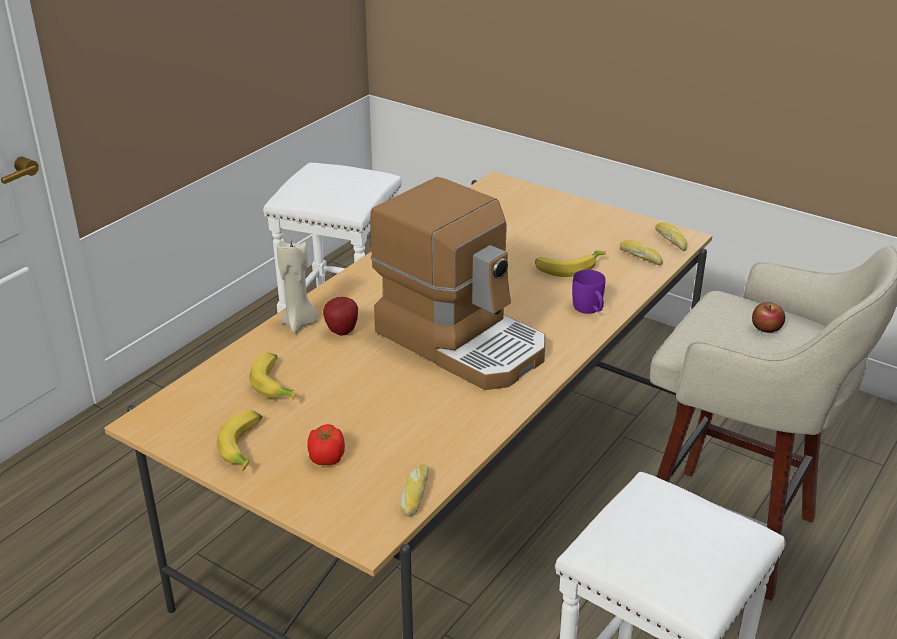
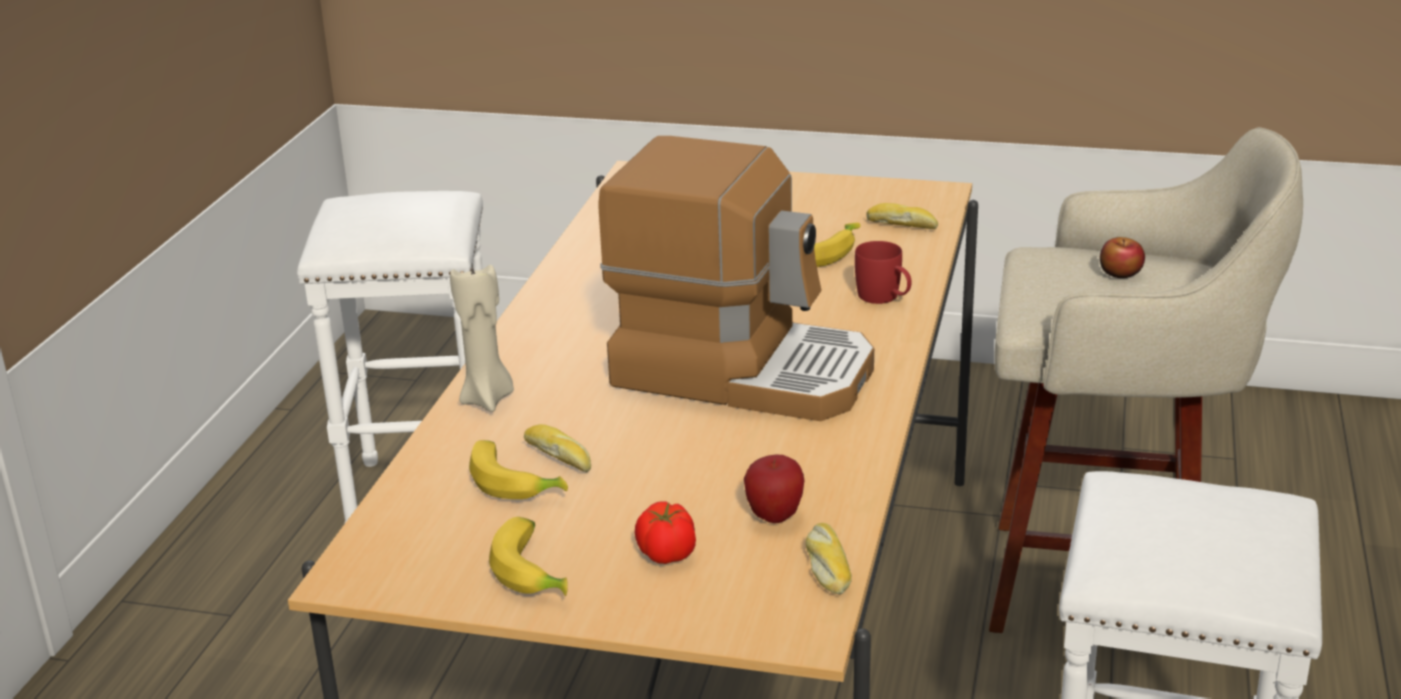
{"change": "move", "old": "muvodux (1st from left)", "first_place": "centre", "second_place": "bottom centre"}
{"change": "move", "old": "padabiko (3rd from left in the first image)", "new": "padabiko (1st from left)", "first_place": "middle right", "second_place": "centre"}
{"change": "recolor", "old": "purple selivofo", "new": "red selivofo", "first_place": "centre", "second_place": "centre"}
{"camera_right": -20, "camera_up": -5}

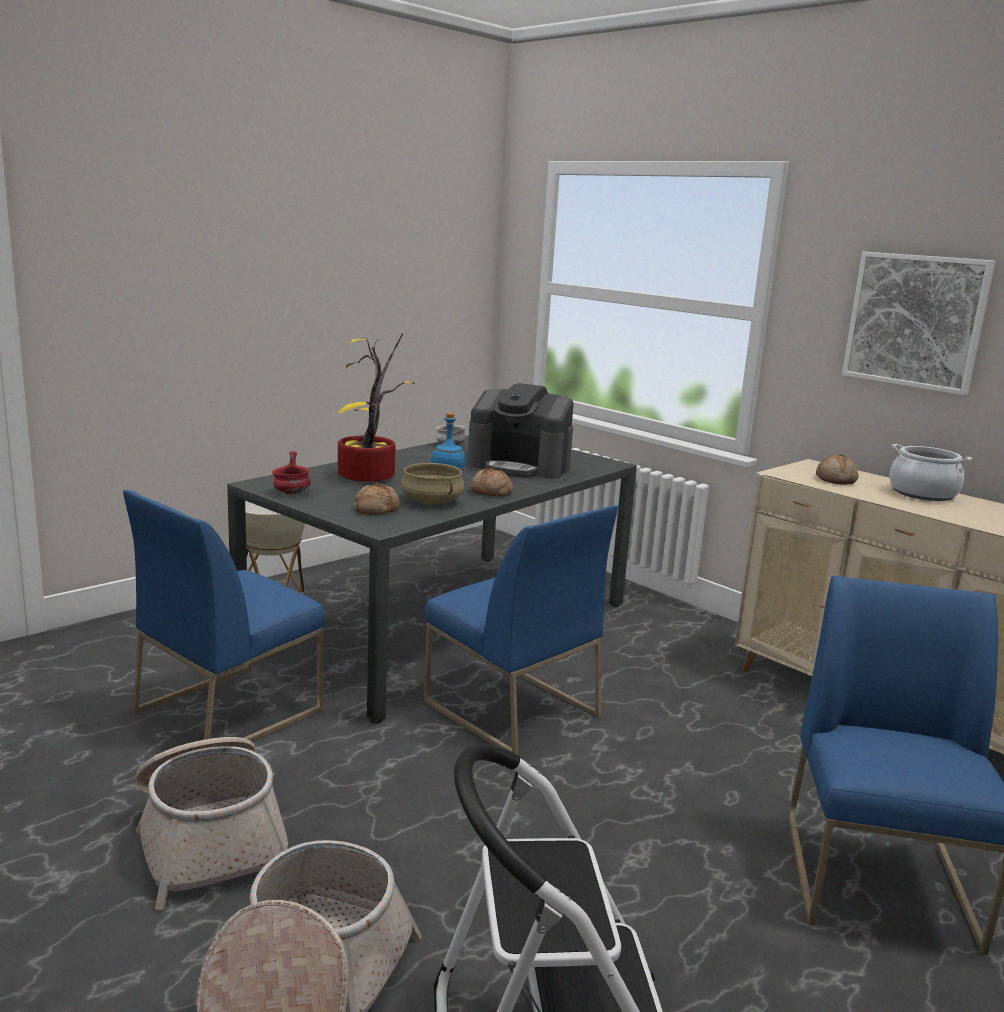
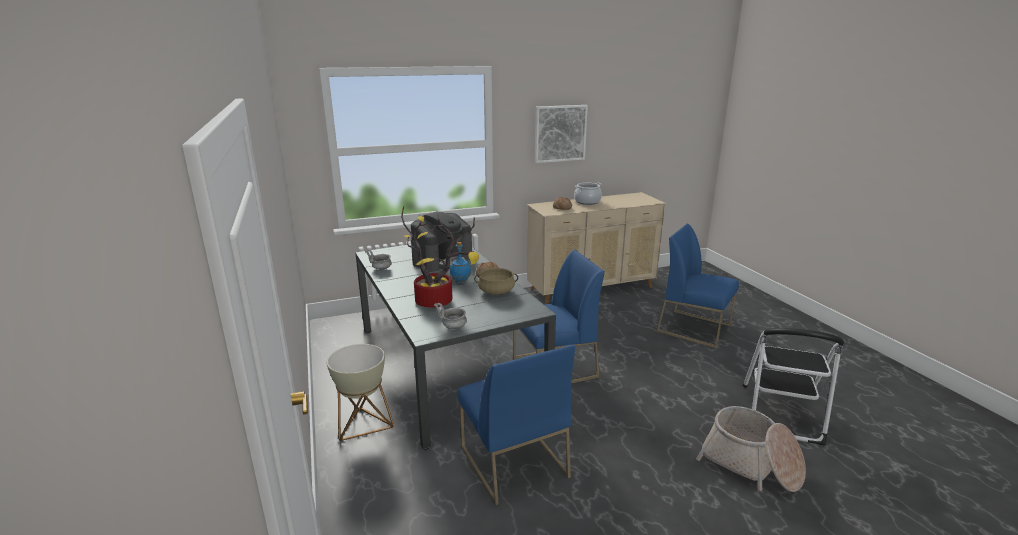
{"change": "delete", "old": "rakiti (1st from left)", "first_place": "bottom left"}
{"change": "delete", "old": "padabiko (1st from left)", "first_place": "centre"}
{"change": "recolor", "old": "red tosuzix", "new": "grey tosuzix (2nd from left)", "first_place": "middle left", "second_place": "centre"}
{"camera_right": -65, "camera_up": 5}

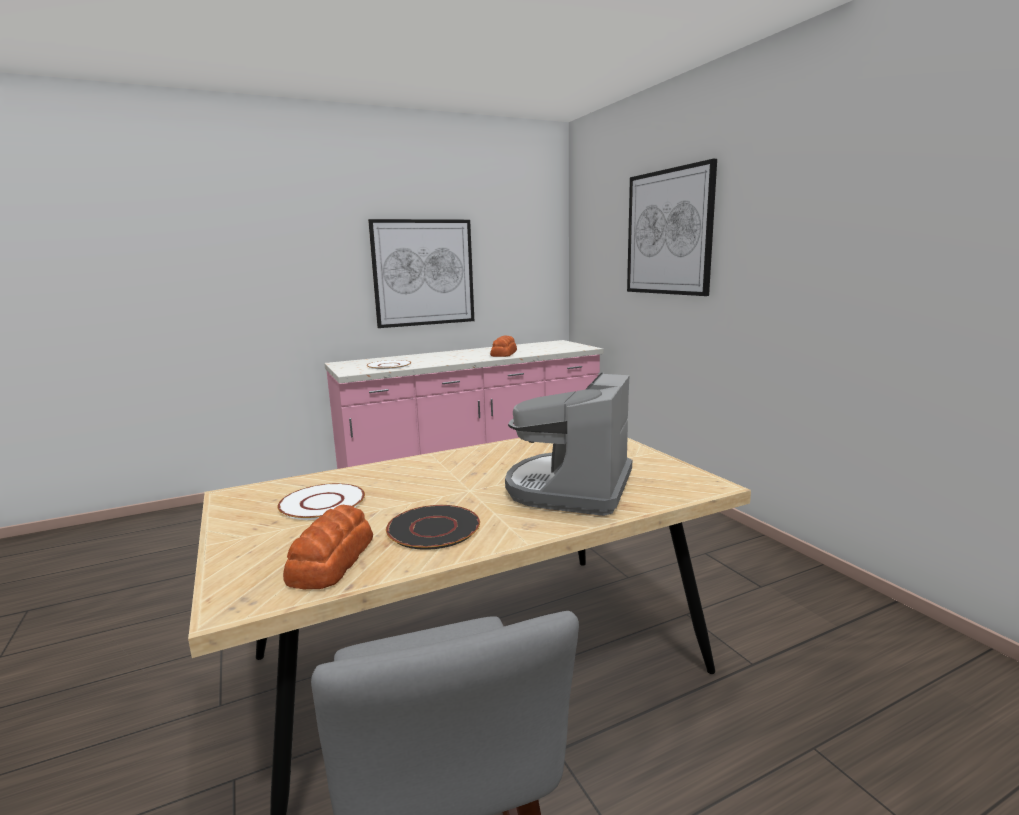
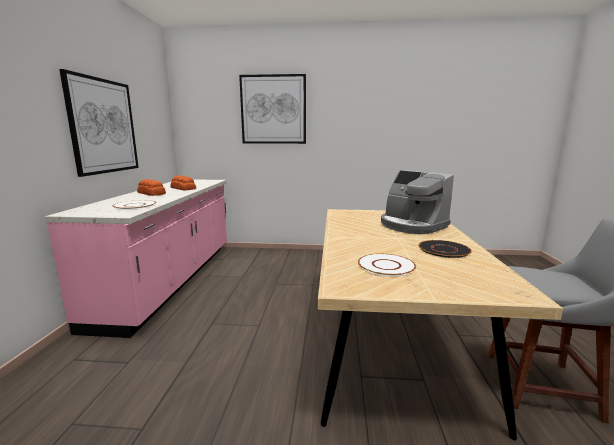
{"change": "move", "old": "padabiko (1st from left)", "first_place": "bottom left", "second_place": "middle left"}
{"camera_right": -60, "camera_up": 0}

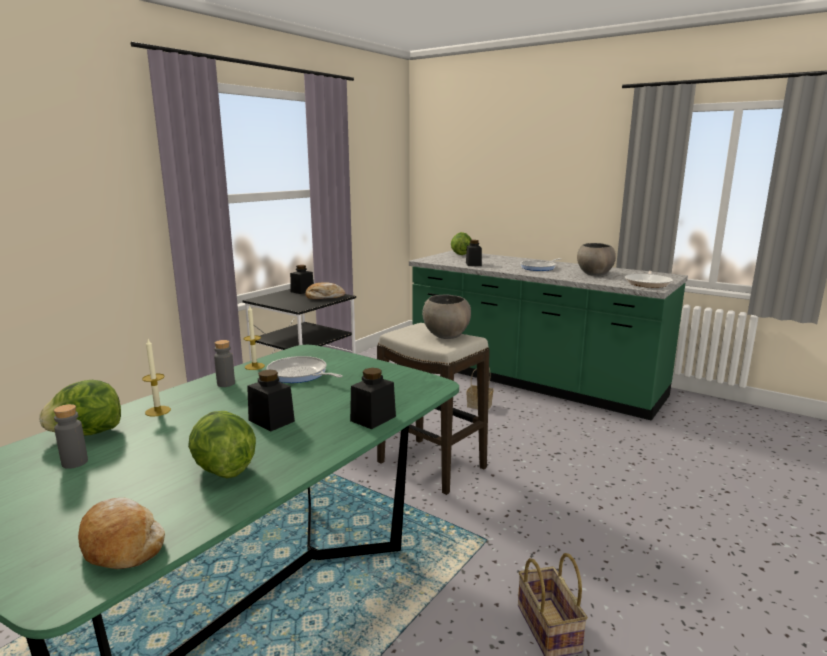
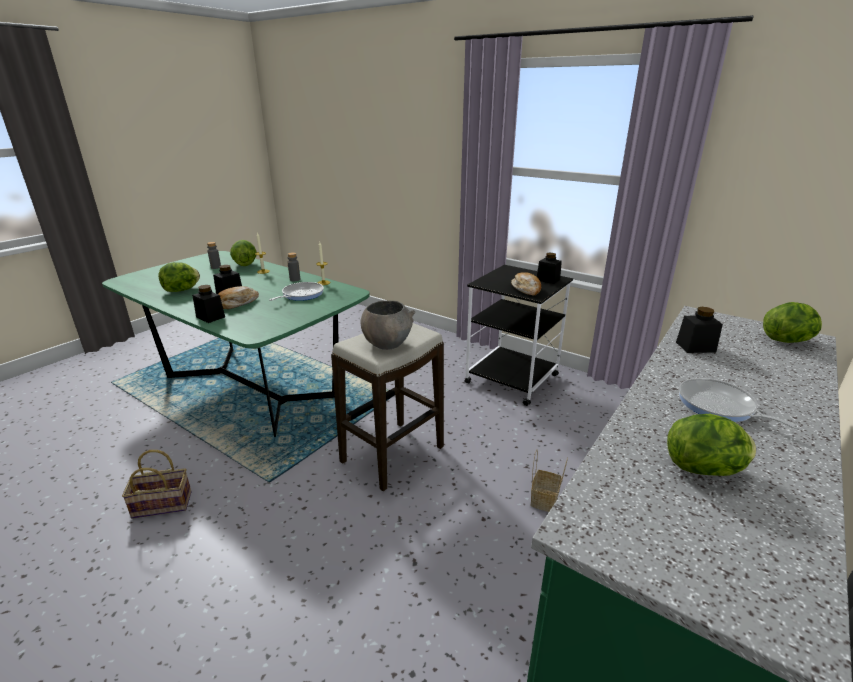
{"change": "delete", "old": "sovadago (3rd from left)", "first_place": "middle right"}
{"change": "move", "old": "padabiko (1st from left)", "first_place": "bottom left", "second_place": "middle left"}
{"change": "replace", "old": "grey tosuzix (2nd from left)", "new": "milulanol (3rd from left)", "first_place": "middle right", "second_place": "middle right"}
{"camera_right": 90, "camera_up": 10}

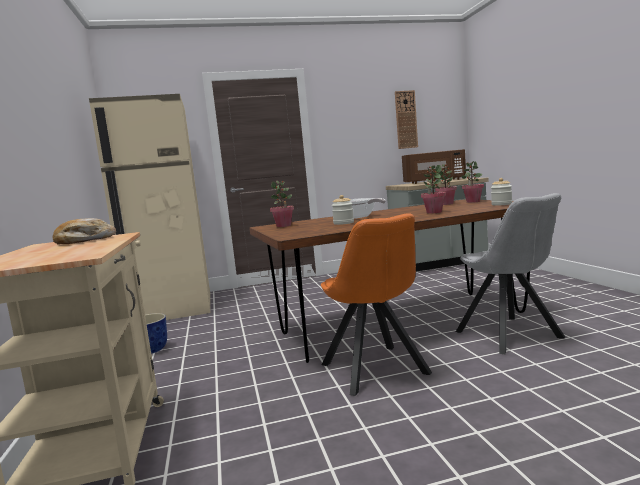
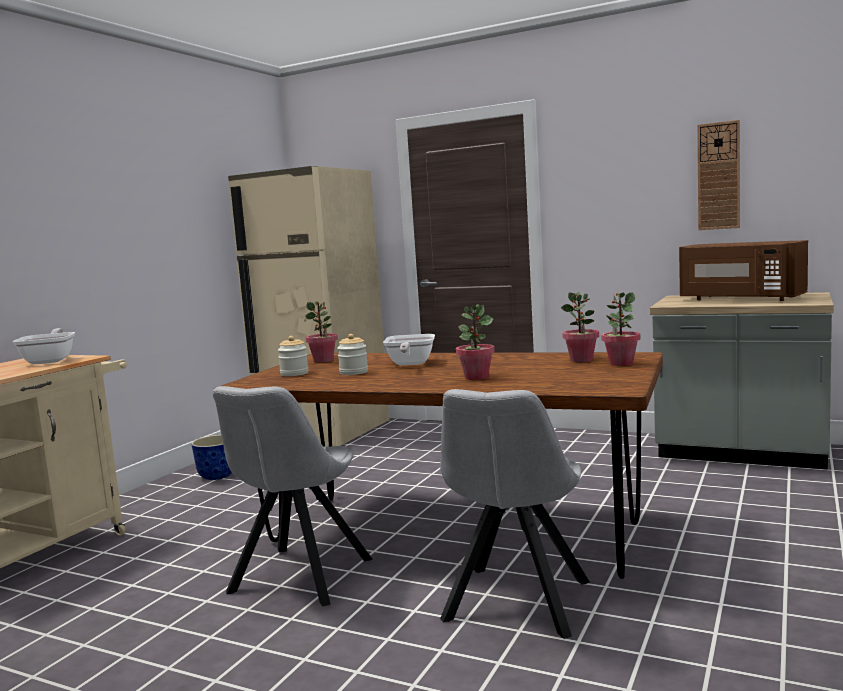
{"change": "move", "old": "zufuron (2nd from left in the first image)", "new": "zufuron (1st from left)", "first_place": "middle right", "second_place": "centre"}
{"change": "replace", "old": "padabiko", "new": "sovadago (1st from left)", "first_place": "middle left", "second_place": "middle left"}
{"change": "recolor", "old": "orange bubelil", "new": "grey bubelil (1st from left)", "first_place": "centre", "second_place": "bottom centre"}
{"camera_right": 40, "camera_up": 0}

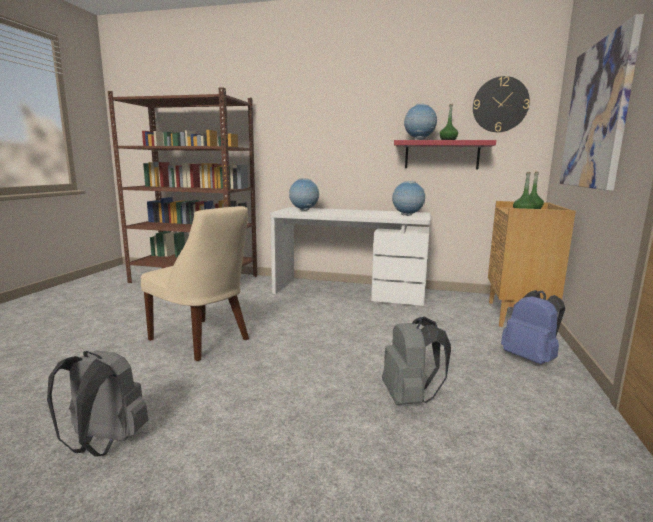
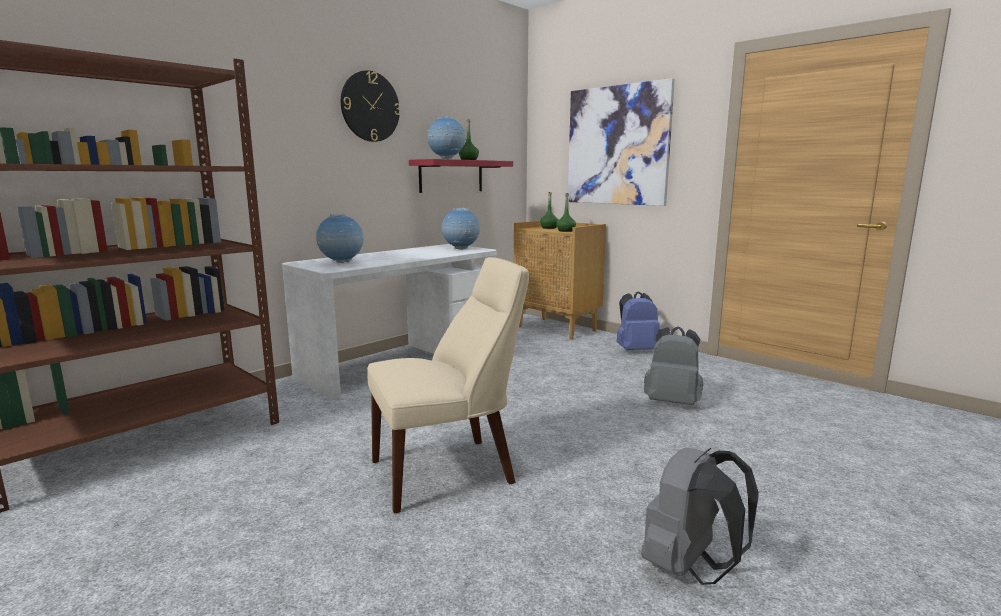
{"change": "move", "old": "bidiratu", "first_place": "top right", "second_place": "top centre"}
{"camera_right": -60, "camera_up": 0}

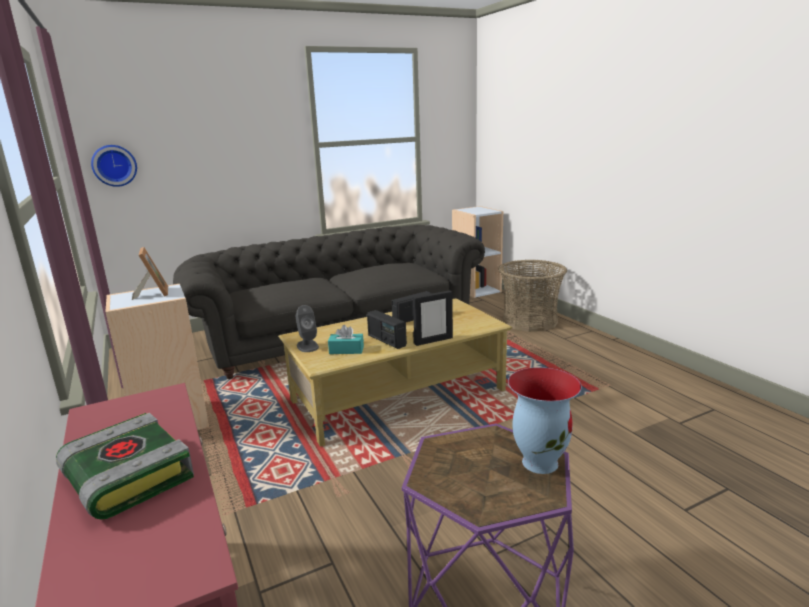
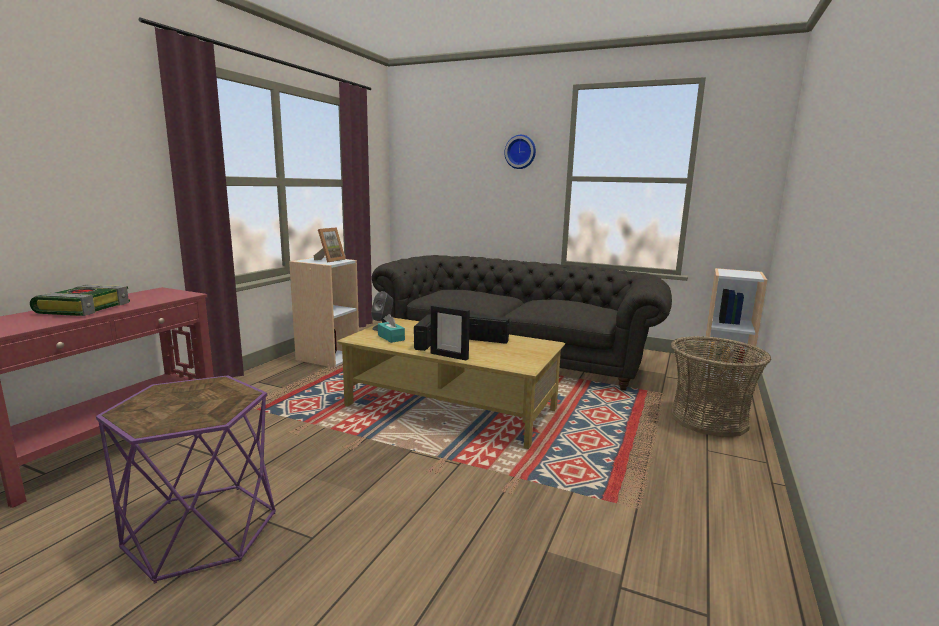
{"change": "delete", "old": "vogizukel", "first_place": "bottom right"}
{"change": "move", "old": "bidiratu", "first_place": "top left", "second_place": "top centre"}
{"camera_right": 50, "camera_up": -5}

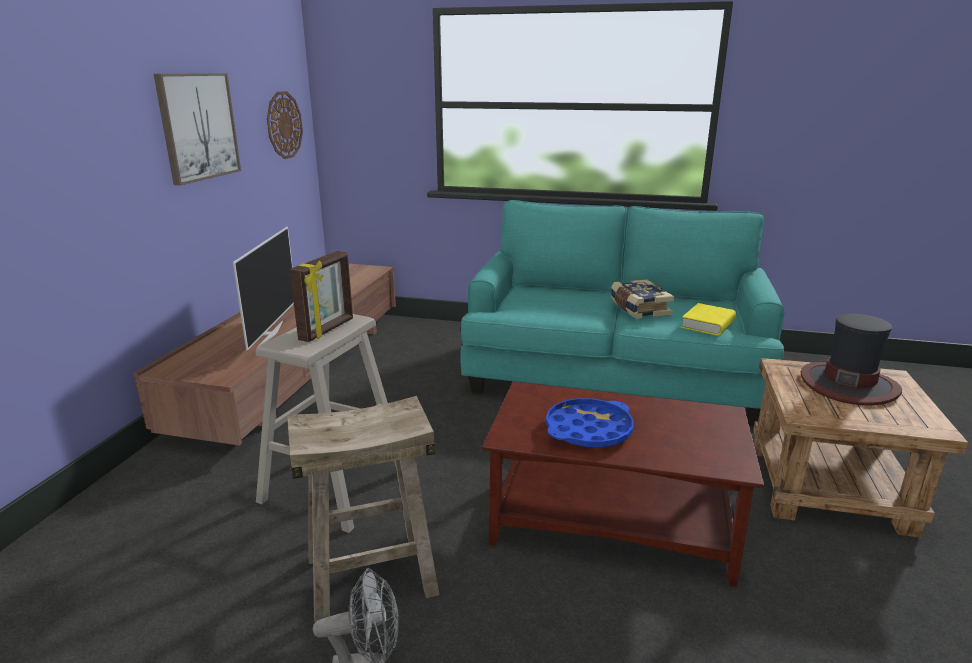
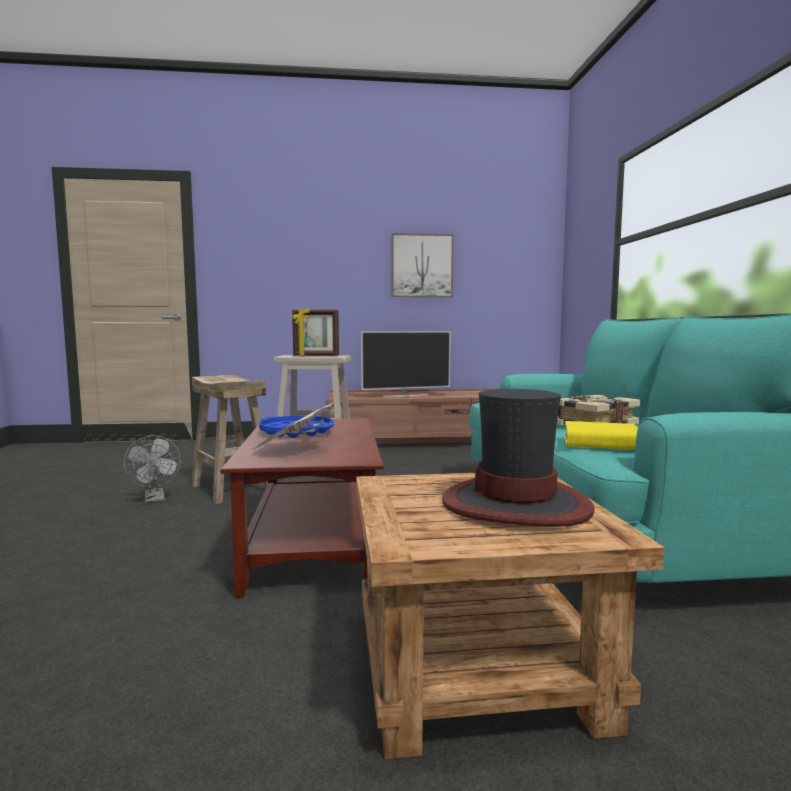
{"change": "delete", "old": "bidiratu", "first_place": "top left"}
{"change": "insert", "new": "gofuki", "second_place": "centre"}
{"camera_right": 70, "camera_up": -15}

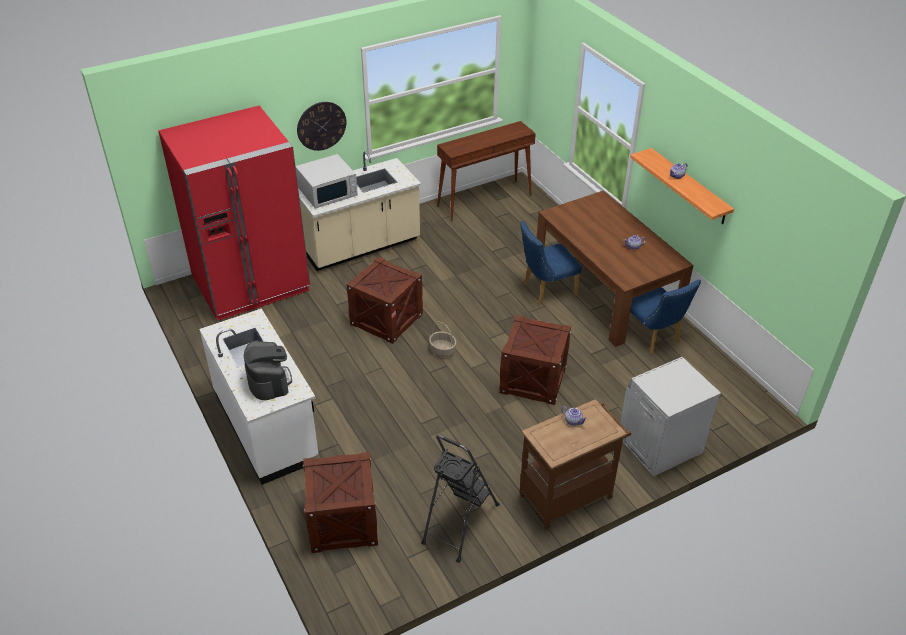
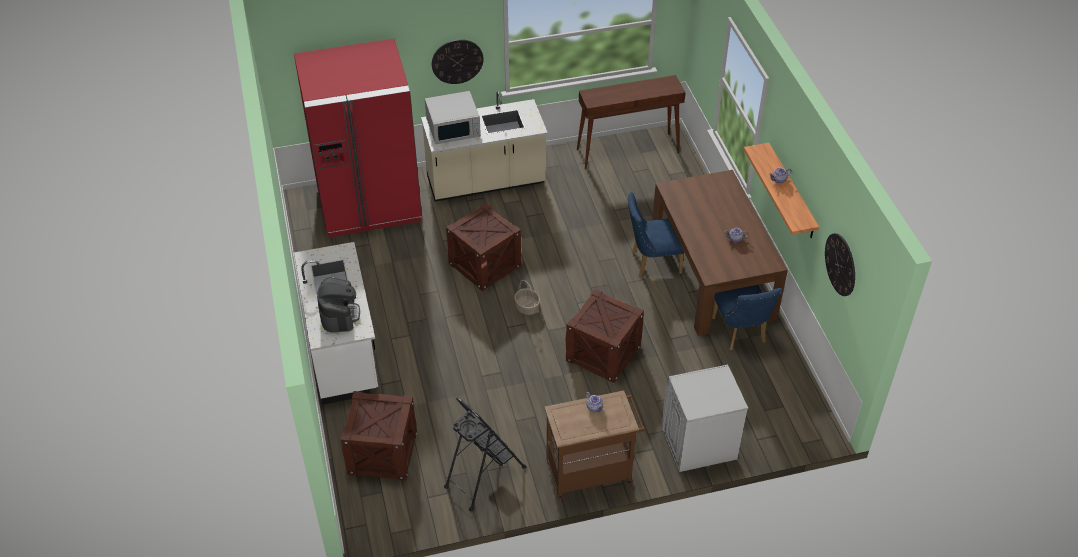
{"change": "insert", "new": "bidiratu (2nd from left)", "second_place": "middle right"}
{"camera_right": 15, "camera_up": 5}

